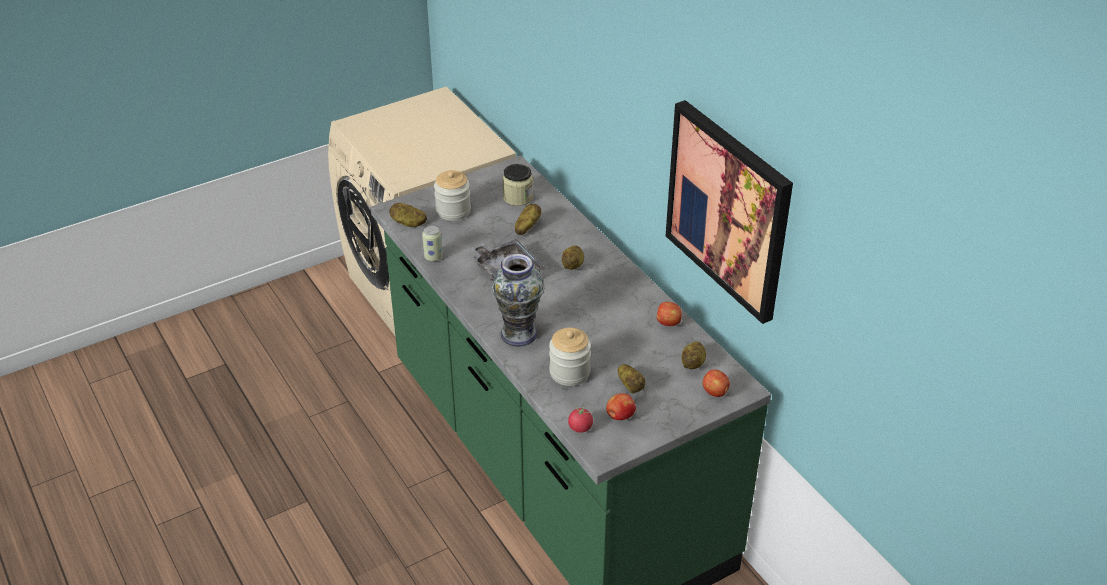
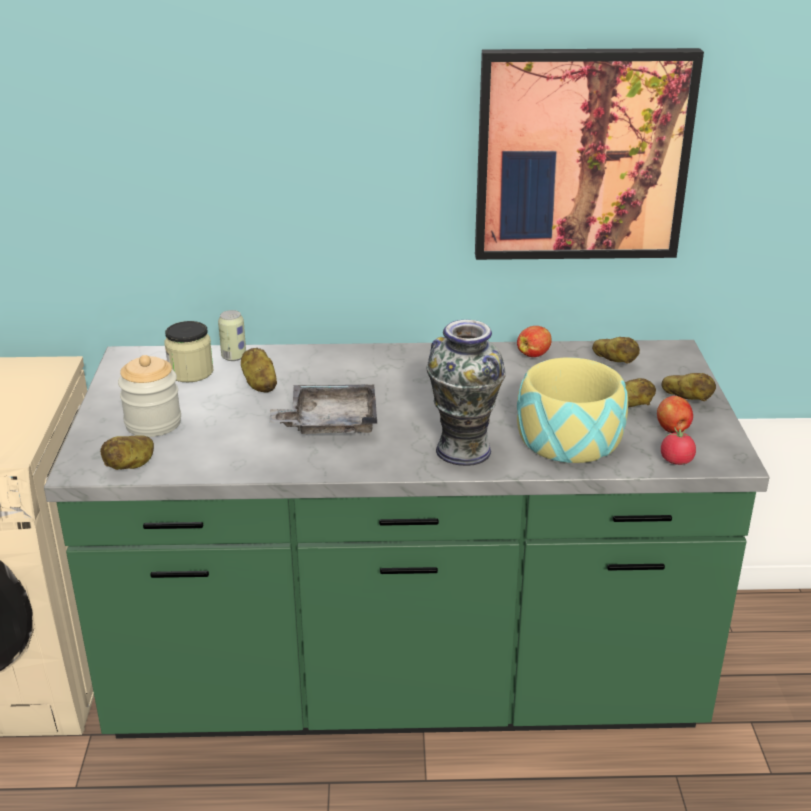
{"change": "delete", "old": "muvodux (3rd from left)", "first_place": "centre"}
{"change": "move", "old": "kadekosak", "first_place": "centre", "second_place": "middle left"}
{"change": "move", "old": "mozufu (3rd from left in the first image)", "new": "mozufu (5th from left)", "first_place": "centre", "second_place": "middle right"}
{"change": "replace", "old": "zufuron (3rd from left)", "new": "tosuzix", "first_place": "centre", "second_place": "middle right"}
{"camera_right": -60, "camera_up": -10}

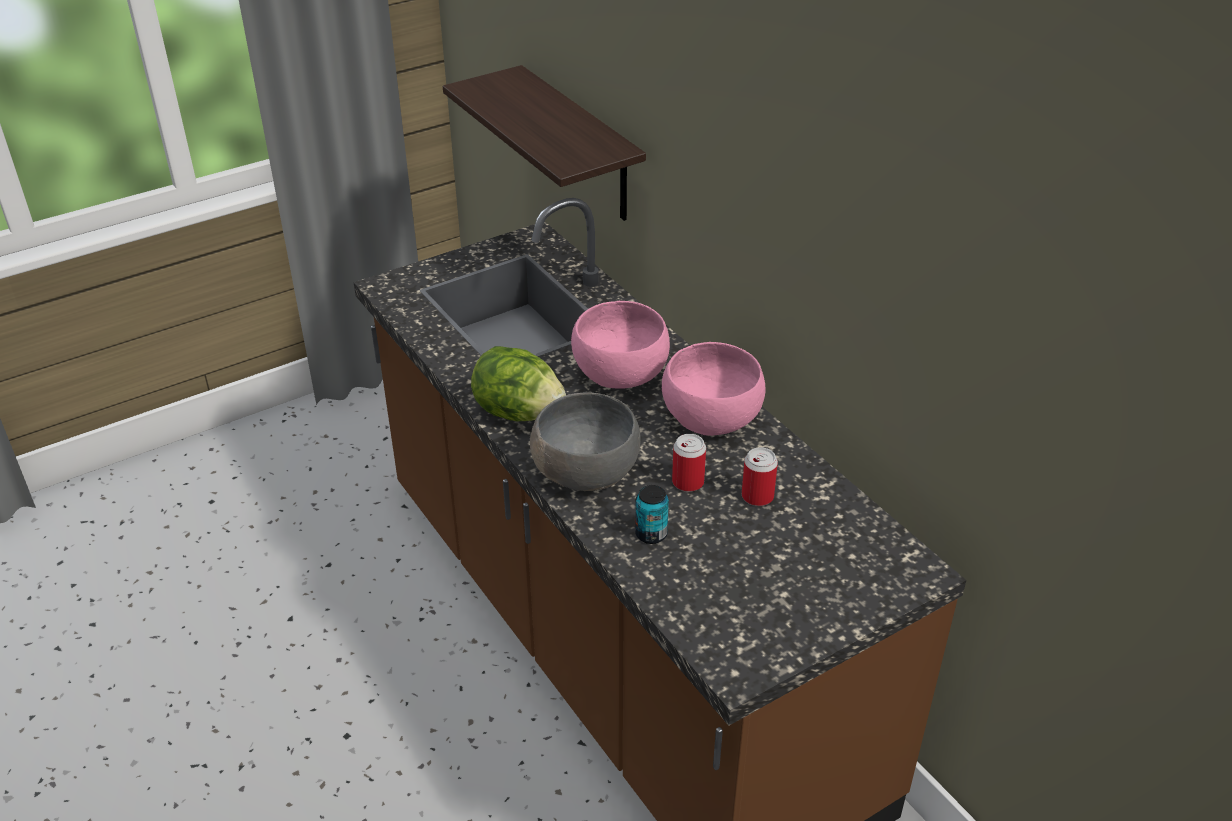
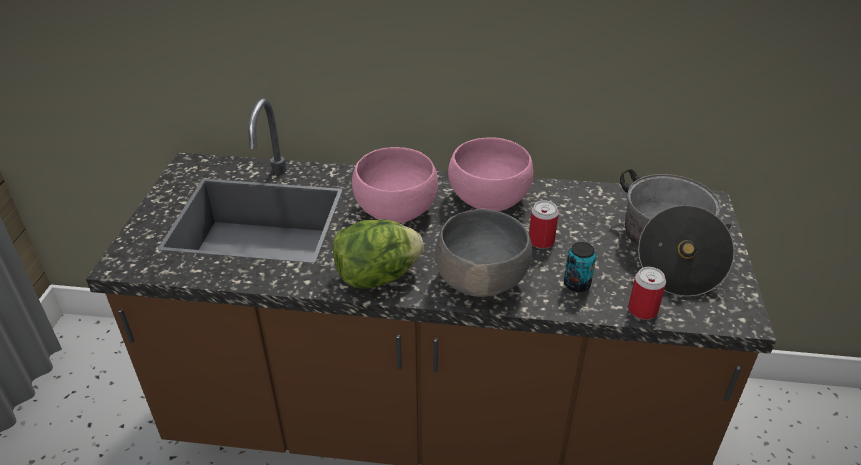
{"change": "delete", "old": "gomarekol", "first_place": "top centre"}
{"change": "insert", "new": "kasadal", "second_place": "middle right"}
{"change": "move", "old": "kadekosak (3rd from left)", "first_place": "centre", "second_place": "middle right"}
{"camera_right": -50, "camera_up": 0}

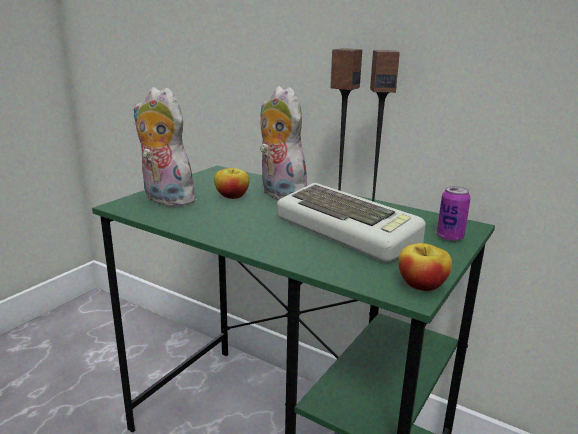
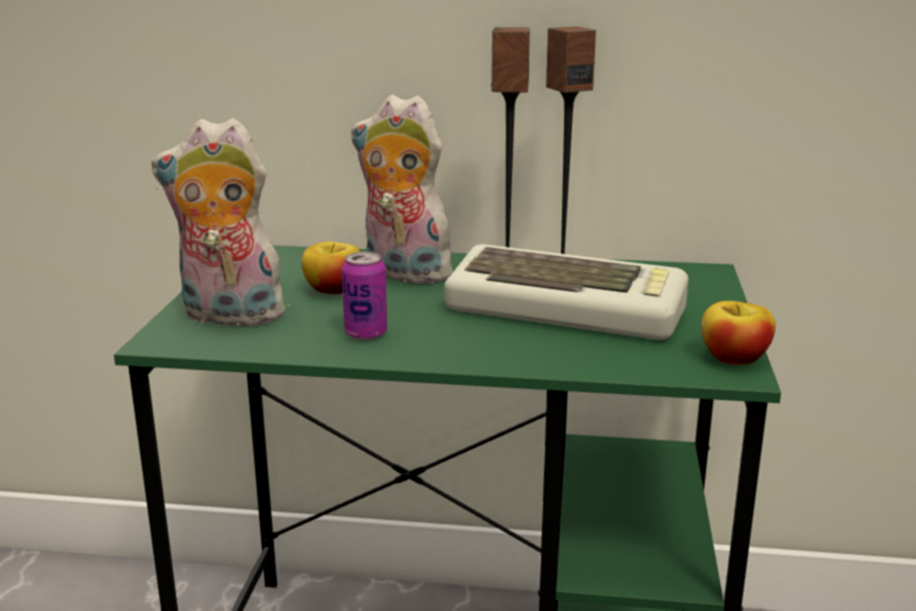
{"change": "move", "old": "kadekosak", "first_place": "middle right", "second_place": "centre"}
{"camera_right": -25, "camera_up": 0}

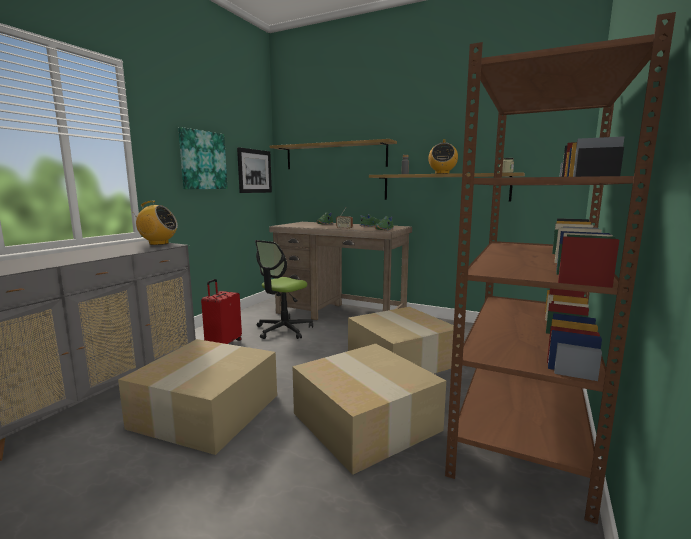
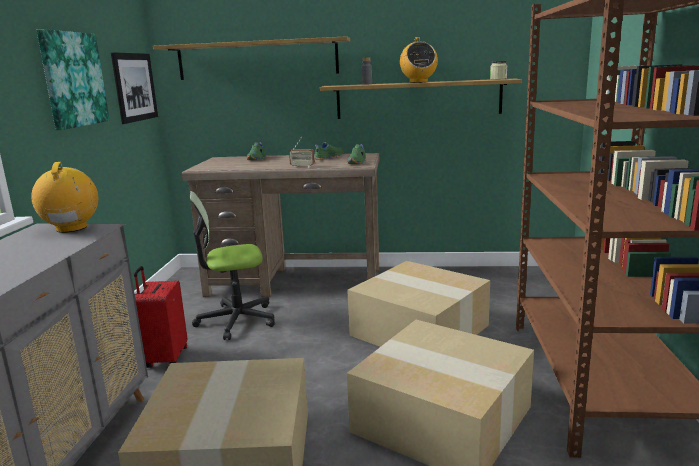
{"change": "rotate", "old": "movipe (1st from left)", "first_place": "middle left", "second_place": "middle left", "degrees": -90}
{"change": "rotate", "old": "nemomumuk", "first_place": "centre", "second_place": "middle left", "degrees": 60}
{"camera_right": -20, "camera_up": 5}

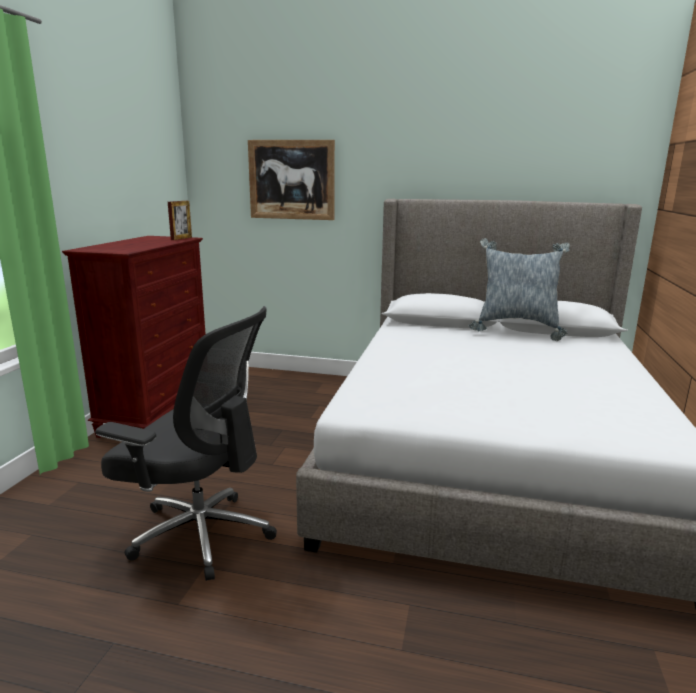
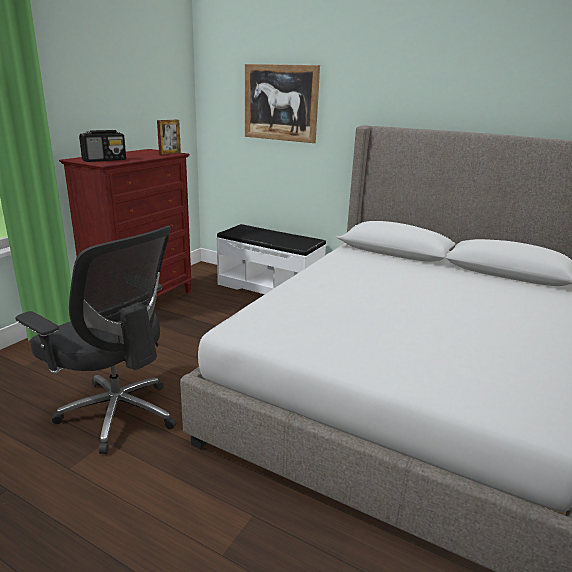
{"change": "delete", "old": "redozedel", "first_place": "middle right"}
{"change": "insert", "new": "movipe", "second_place": "top left"}
{"change": "insert", "new": "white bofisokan", "second_place": "centre"}
{"camera_right": 15, "camera_up": 5}

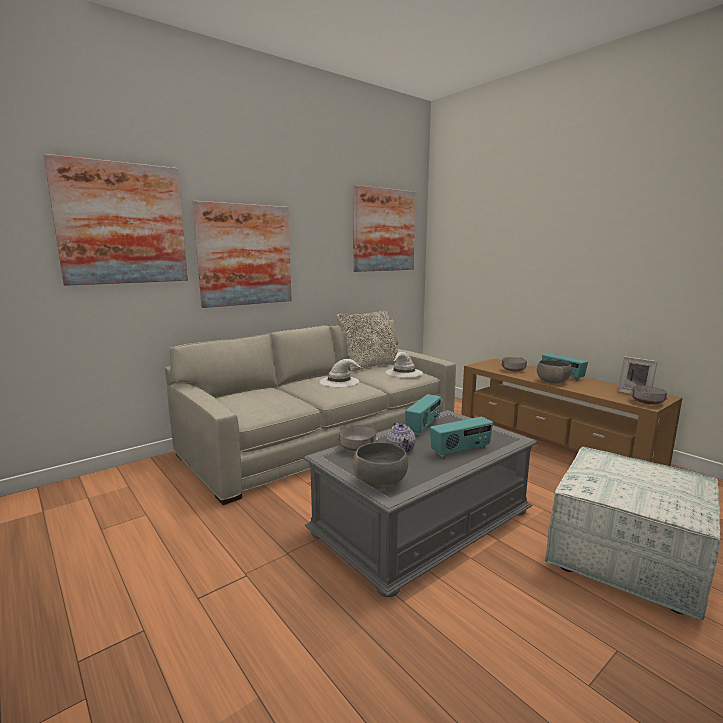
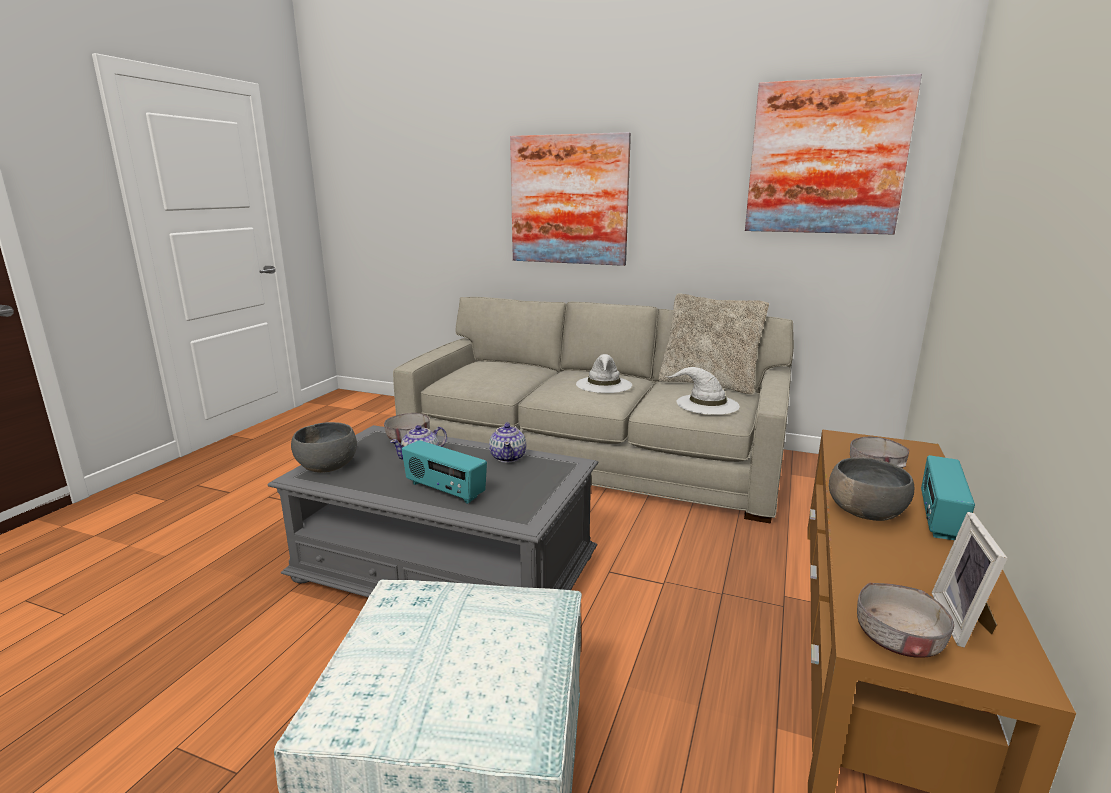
{"change": "delete", "old": "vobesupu (1st from left)", "first_place": "top left"}
{"change": "replace", "old": "movipe (1st from left)", "new": "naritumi (2nd from left)", "first_place": "centre", "second_place": "centre"}
{"camera_right": 60, "camera_up": 5}

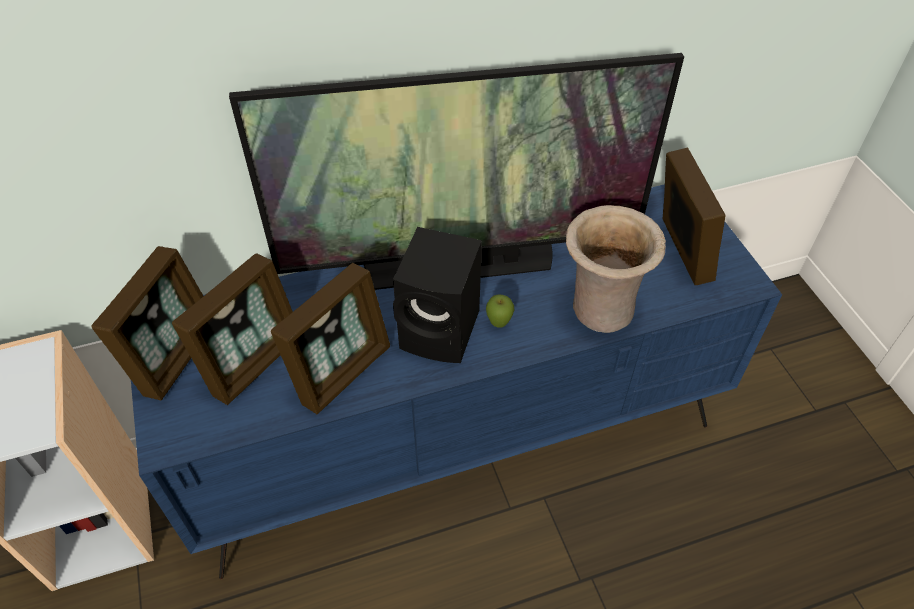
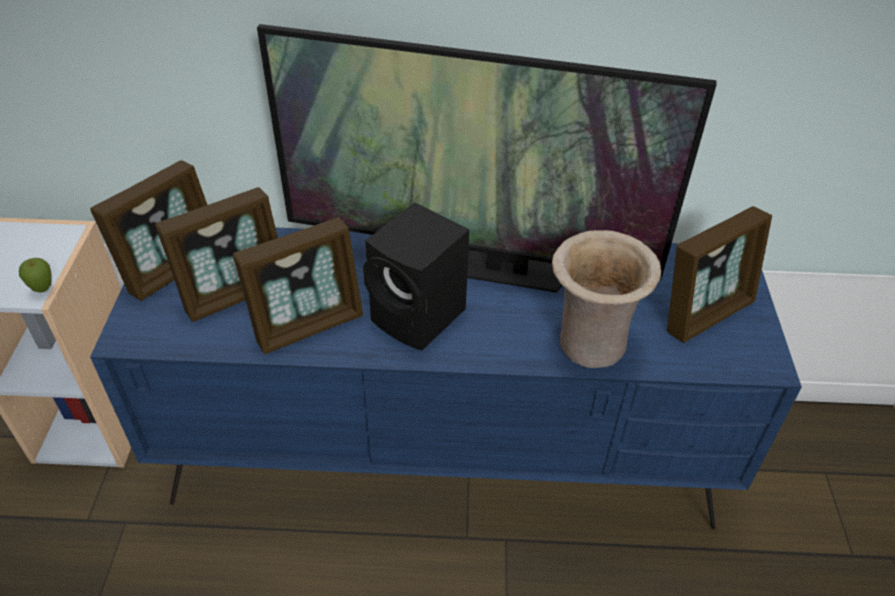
{"change": "move", "old": "muvodux", "first_place": "centre", "second_place": "middle left"}
{"change": "rotate", "old": "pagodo (4th from left)", "first_place": "middle right", "second_place": "middle right", "degrees": 45}
{"camera_right": 20, "camera_up": -5}

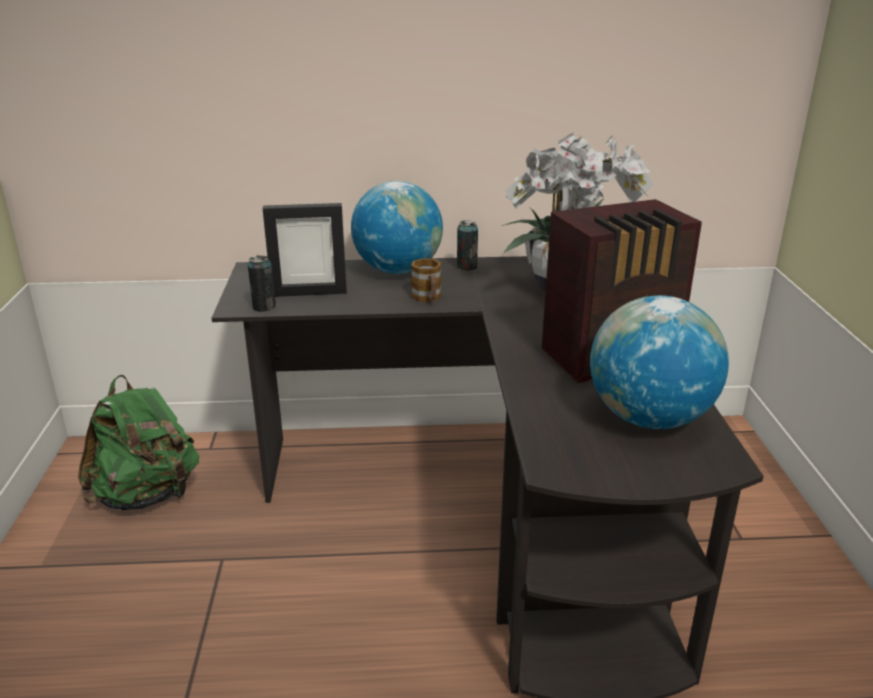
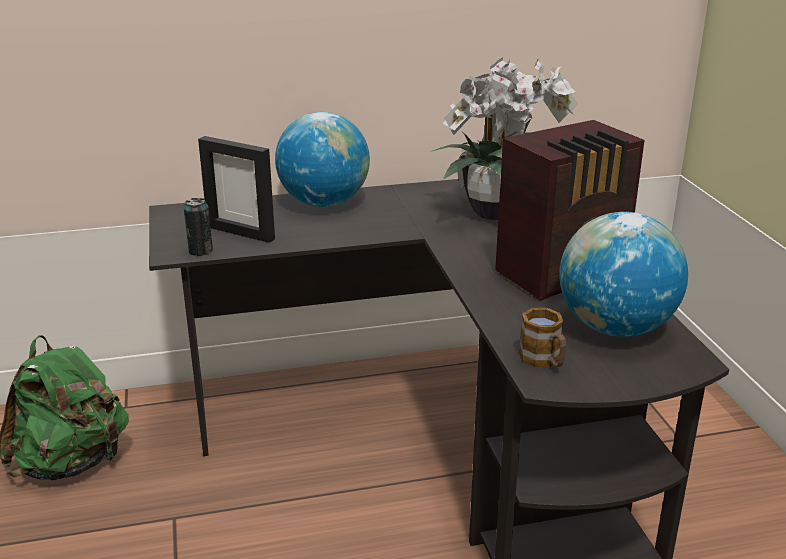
{"change": "delete", "old": "kadekosak (2nd from left)", "first_place": "centre"}
{"change": "move", "old": "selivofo", "first_place": "centre", "second_place": "middle right"}
{"change": "rotate", "old": "pagodo", "first_place": "centre", "second_place": "middle left", "degrees": 45}
{"camera_right": -10, "camera_up": 0}

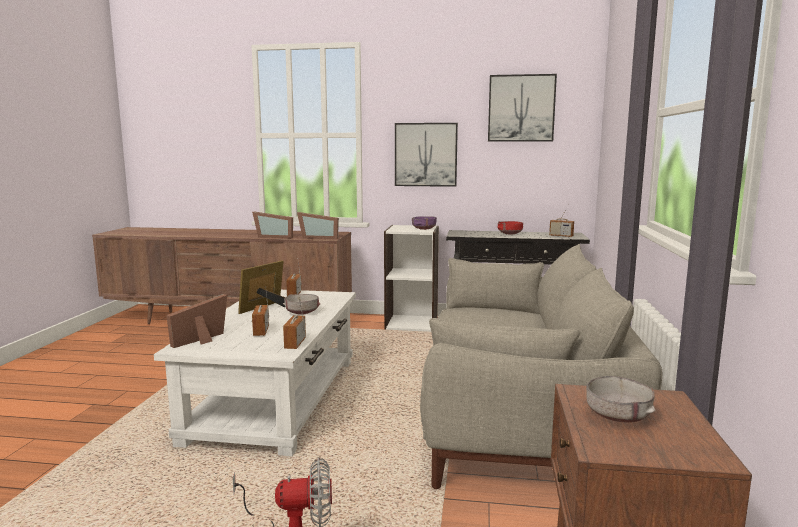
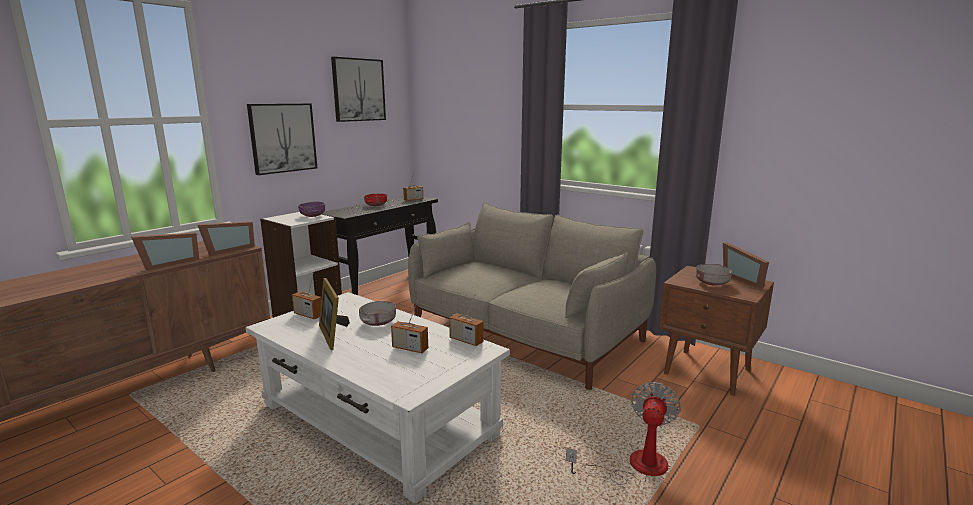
{"change": "move", "old": "pagodo (1st from left in the first image)", "new": "pagodo (4th from left)", "first_place": "middle left", "second_place": "middle right"}
{"camera_right": -60, "camera_up": 5}

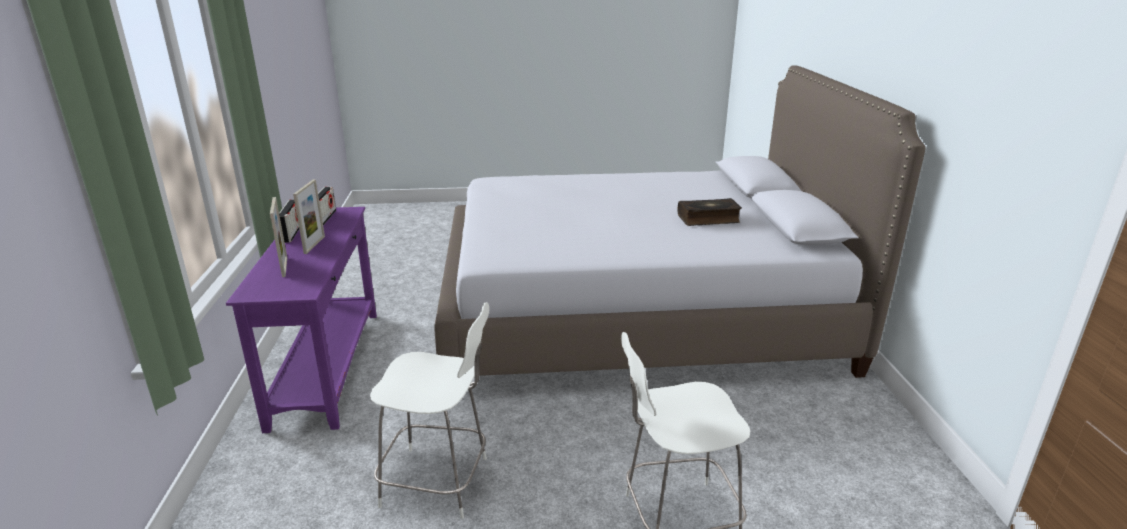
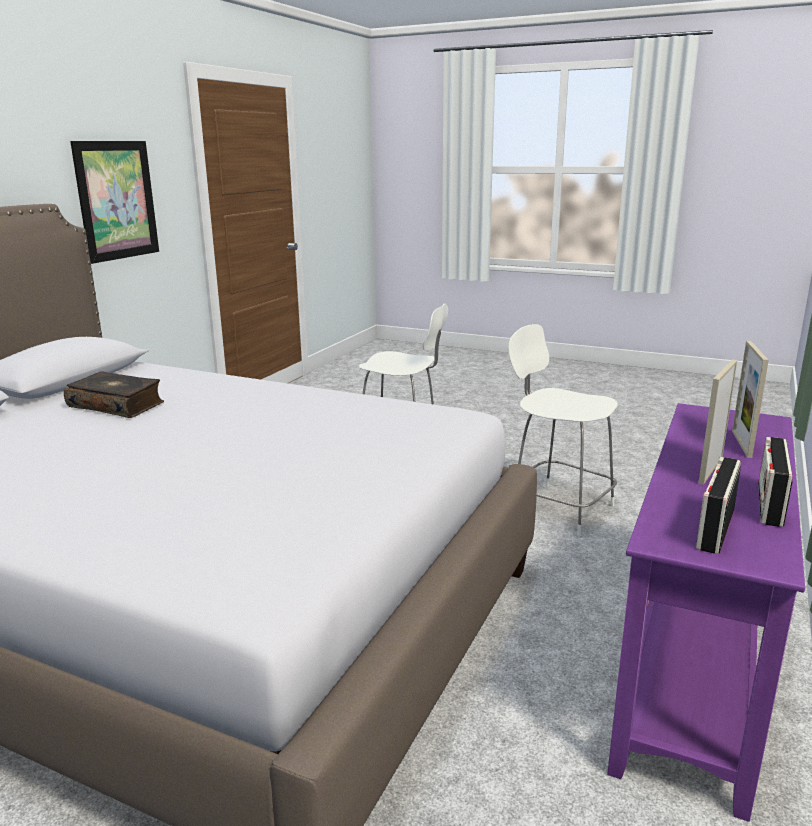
{"change": "insert", "new": "vobesupu", "second_place": "top left"}
{"camera_right": -150, "camera_up": -5}

